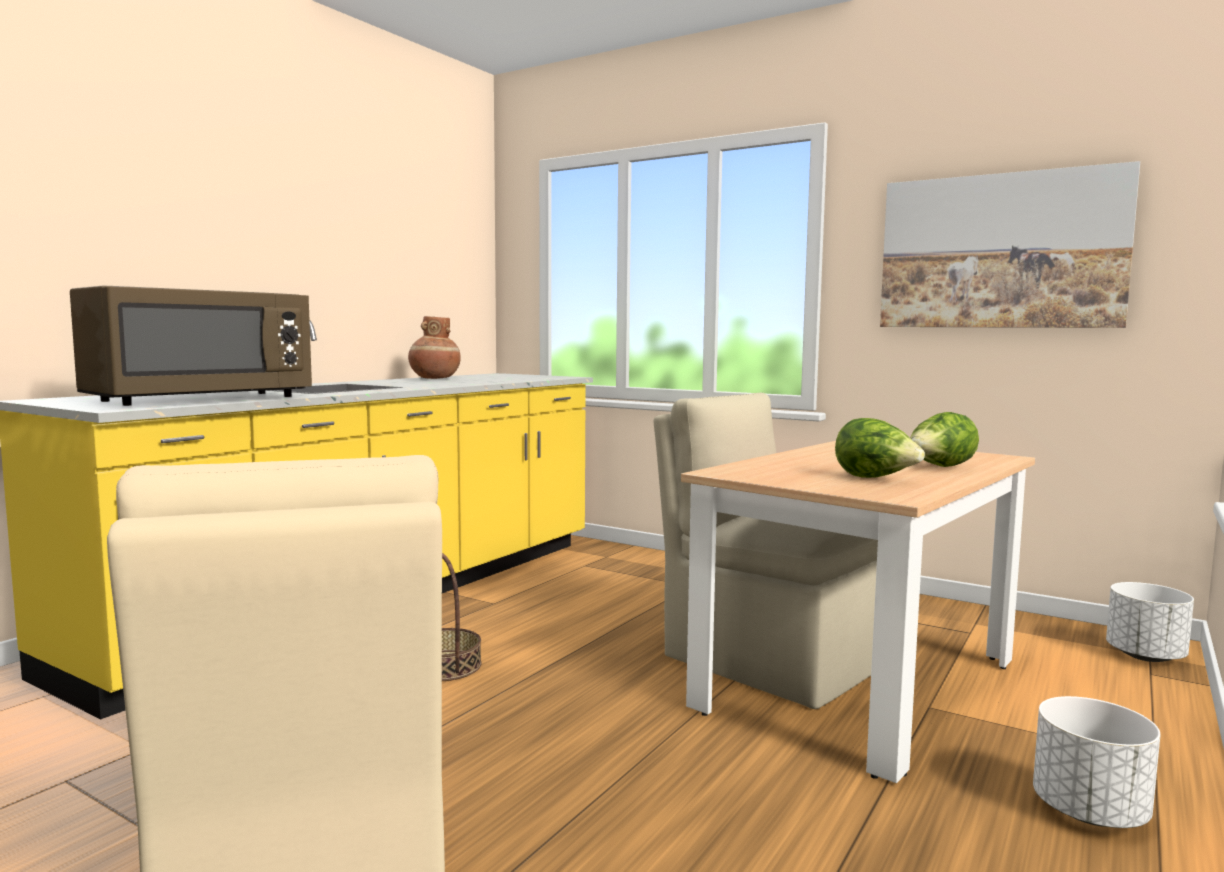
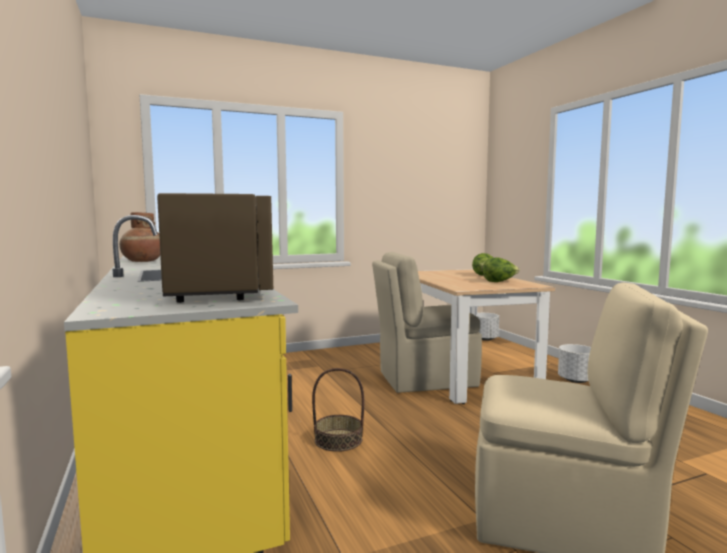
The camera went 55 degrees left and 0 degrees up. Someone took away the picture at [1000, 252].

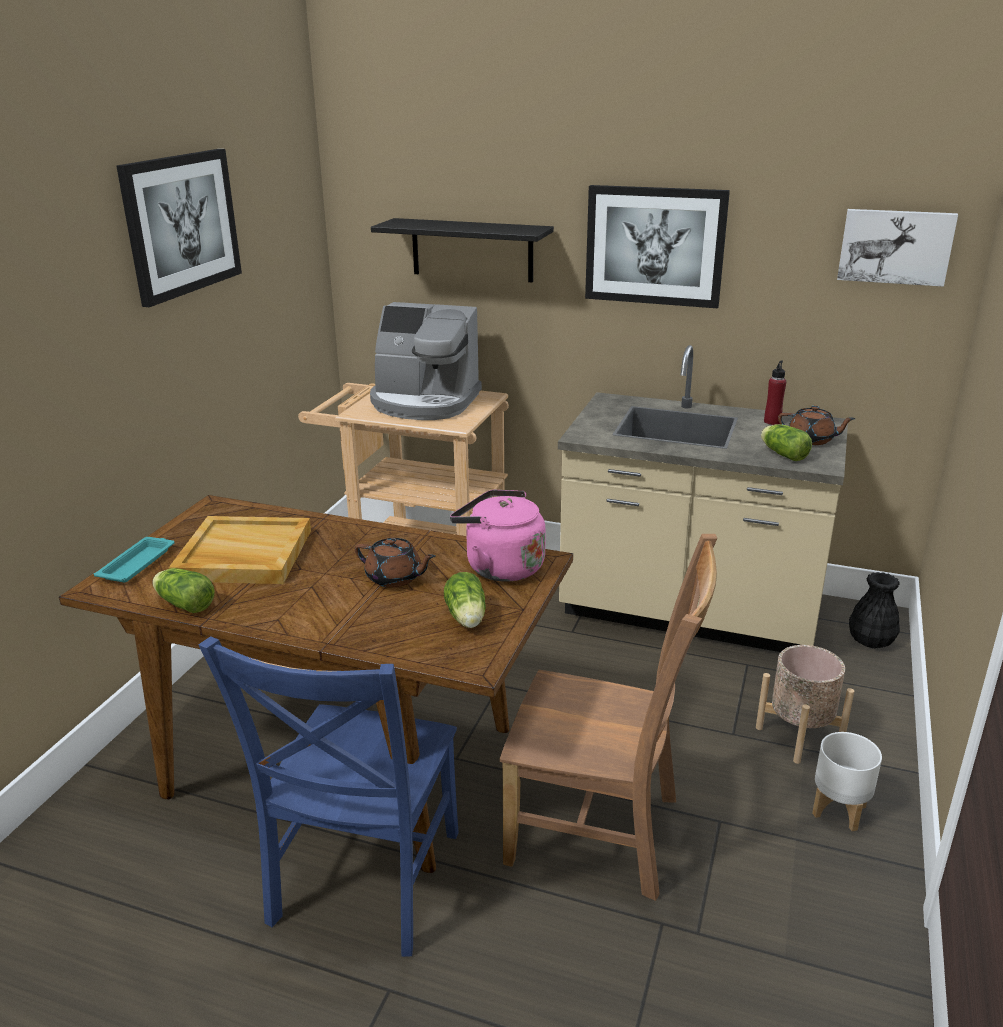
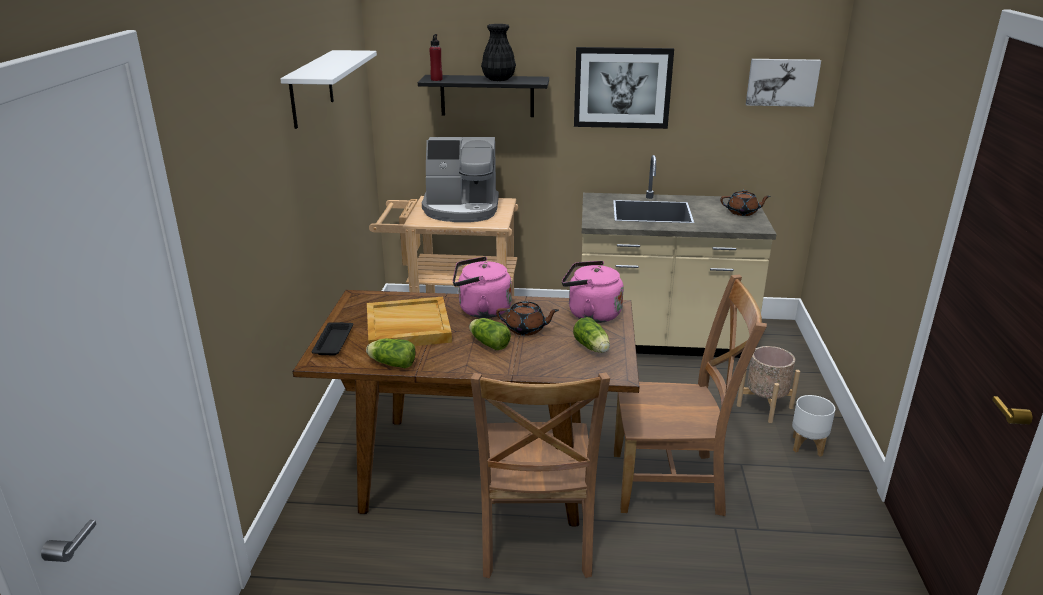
The camera went 15 degrees left and 0 degrees up. Someone swapped the picture at [181, 224] for the shelf (white) at [311, 88]. Someone carried the bottle (red) from [772, 421] to [436, 79]. Someone carried the lettuce from [782, 454] to [488, 343]. Someone repainted the tray (turquoise) at [138, 563], which became the tray (black) at [334, 342]. Someone carried the vase (black) from [871, 641] to [498, 79]. Someone repainted the chair (blue) at [363, 883], which became the chair (brown) at [535, 540]. Someone put down the kettle (pink) at [481, 310].

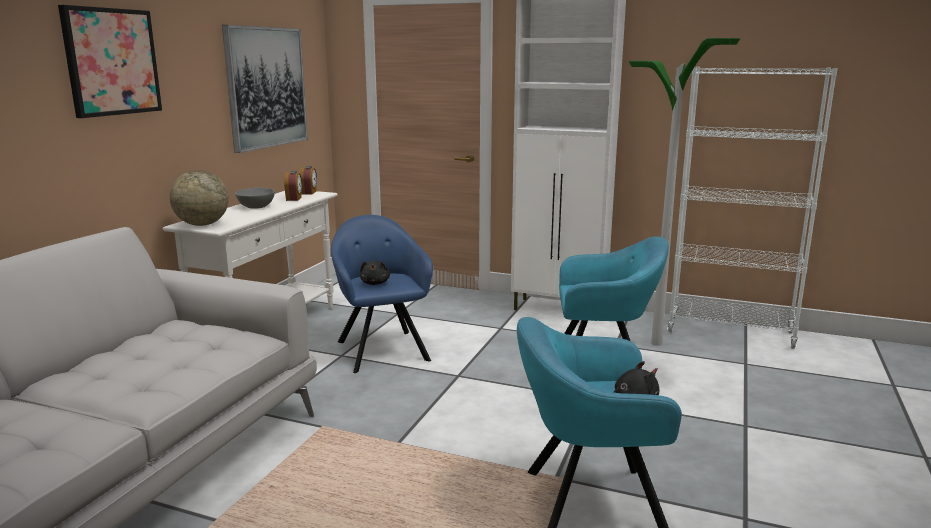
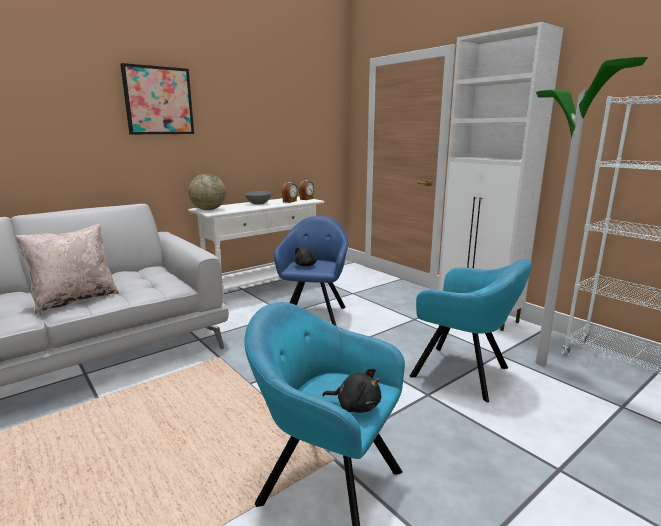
The camera went 30 degrees right and 0 degrees up. Someone took away the picture at [266, 87]. Someone put down the pillow (beige) at [75, 299].

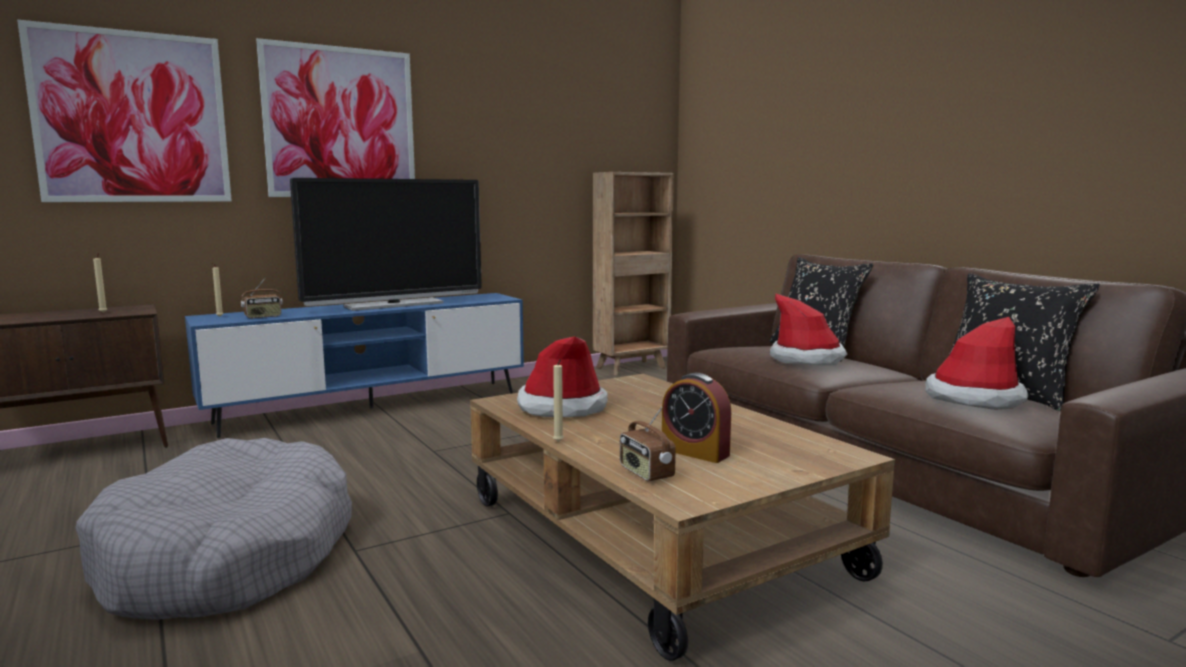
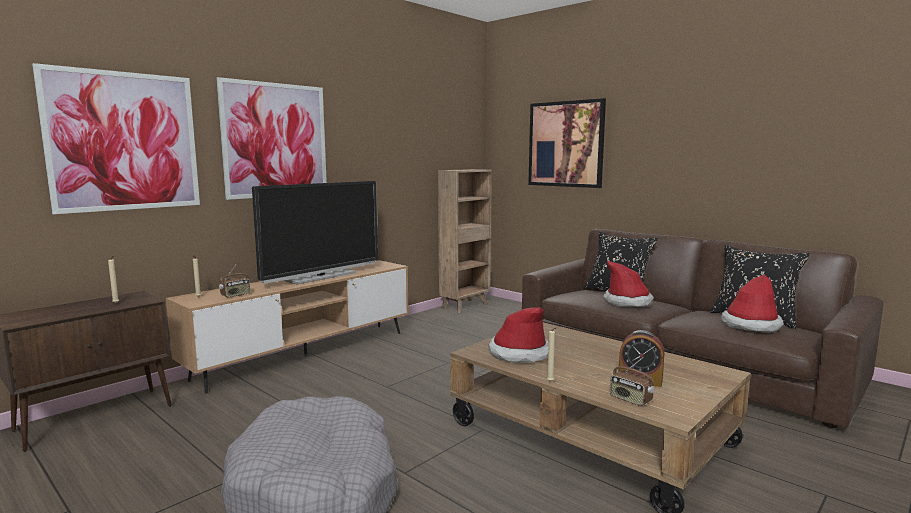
The camera went 15 degrees left and 0 degrees up. Someone repainted the tv stand (blue) at [371, 407], which became the tv stand (brown) at [306, 355]. Someone put up the picture at [565, 144].

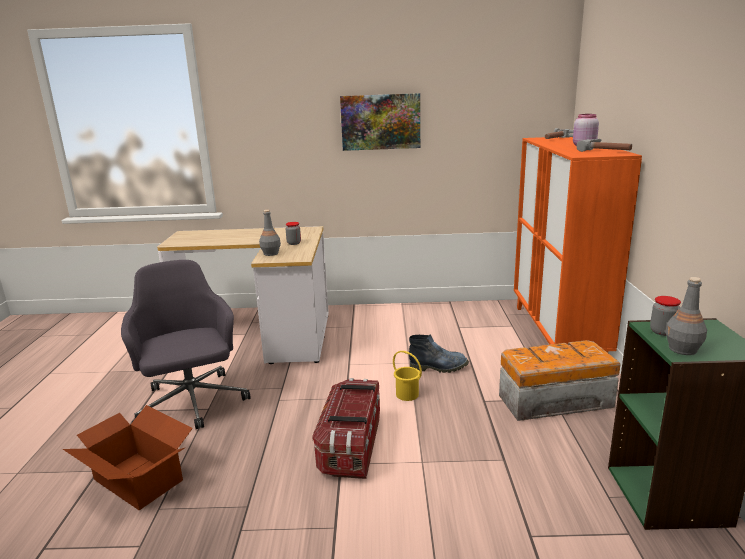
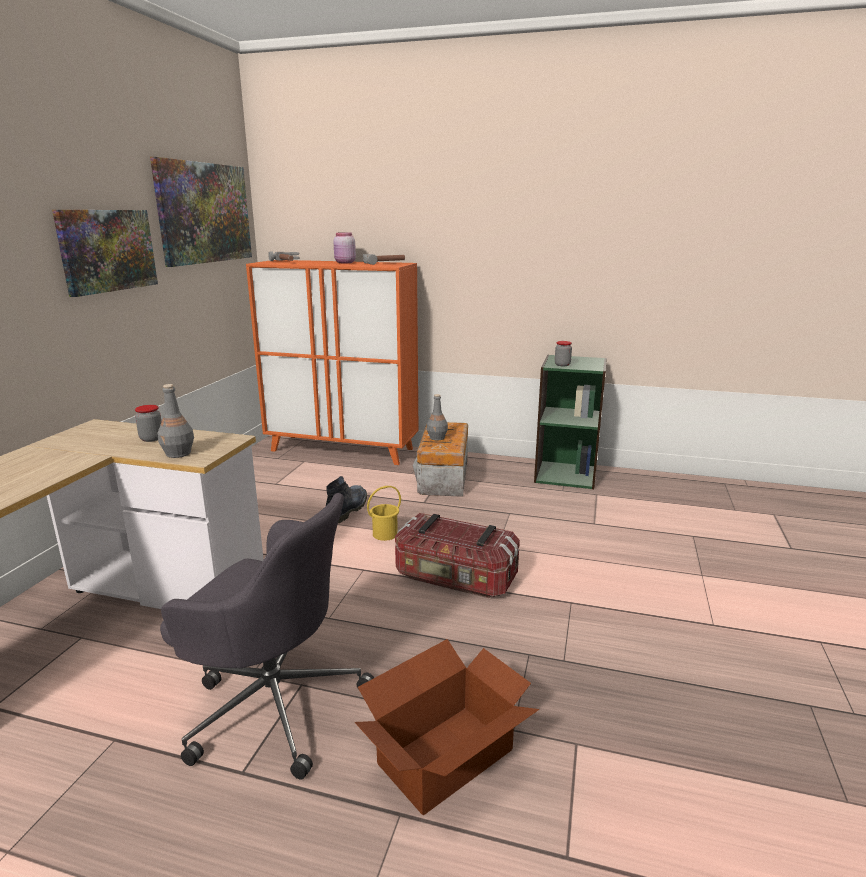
The camera went 75 degrees left and 0 degrees up. Someone rotated the office chair (grey) at [192, 404] by 150 degrees counterclockwise. Someone carried the bottle (grey) from [683, 349] to [437, 438]. Someone put up the picture at [204, 213].

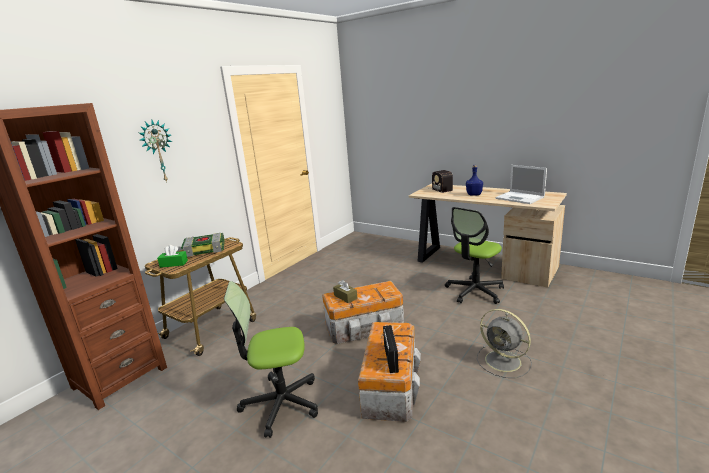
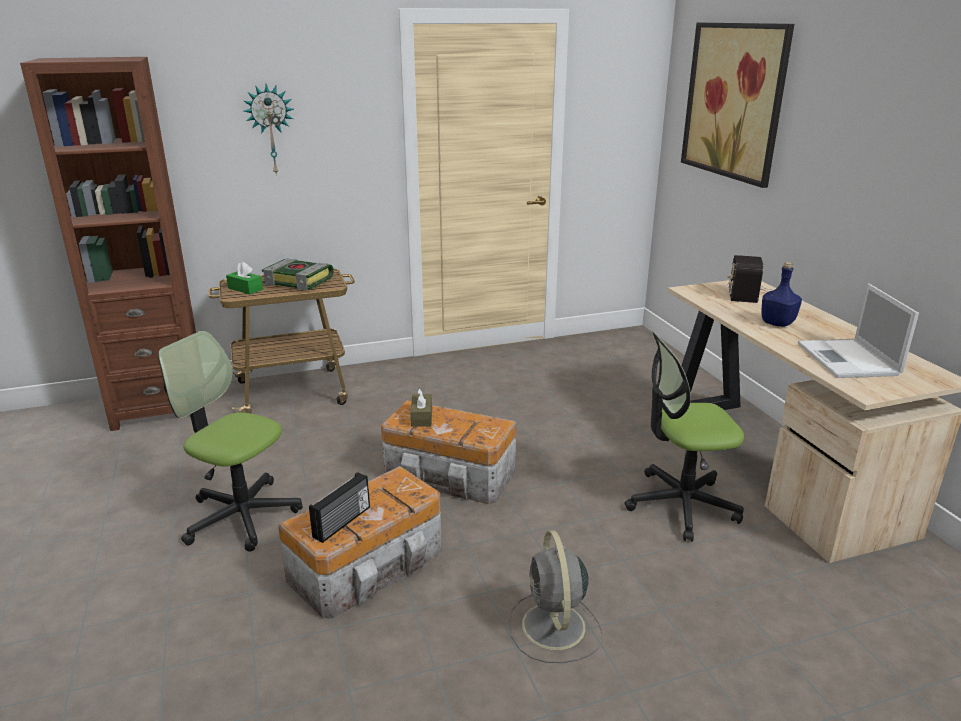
The camera went 35 degrees right and 5 degrees up. Someone put up the picture at [734, 101].

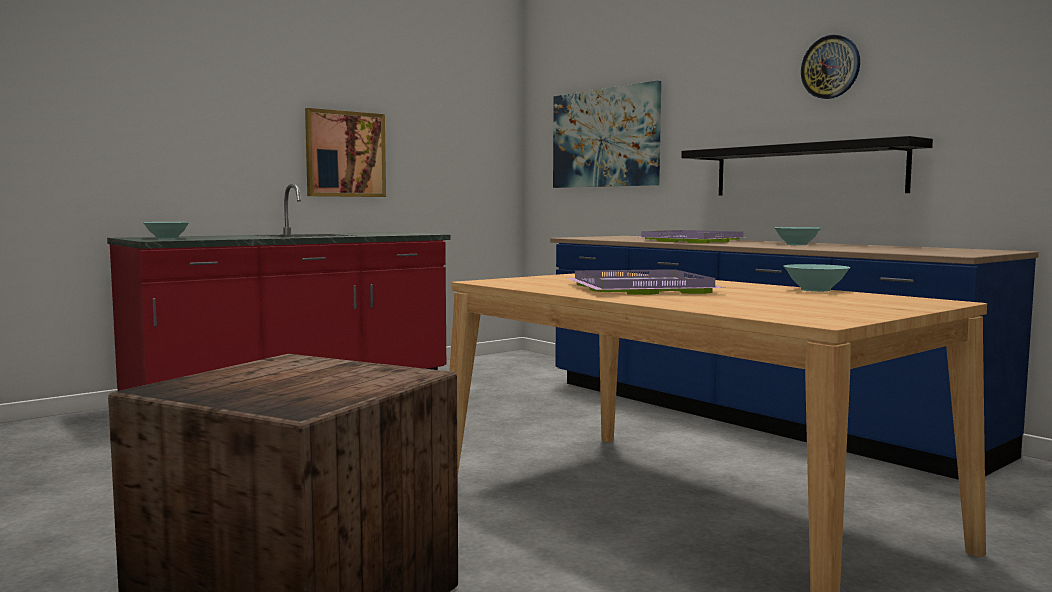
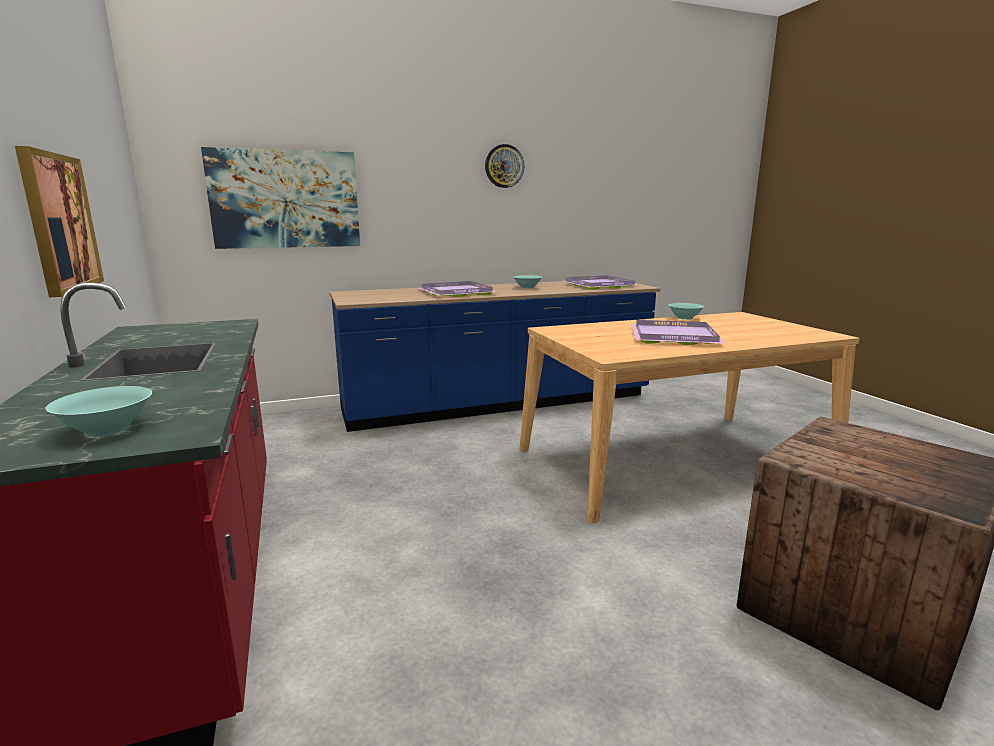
The camera went 70 degrees left and 10 degrees up. Someone took away the shelf (black) at [806, 170]. Someone put down the tray (purple) at [598, 285].

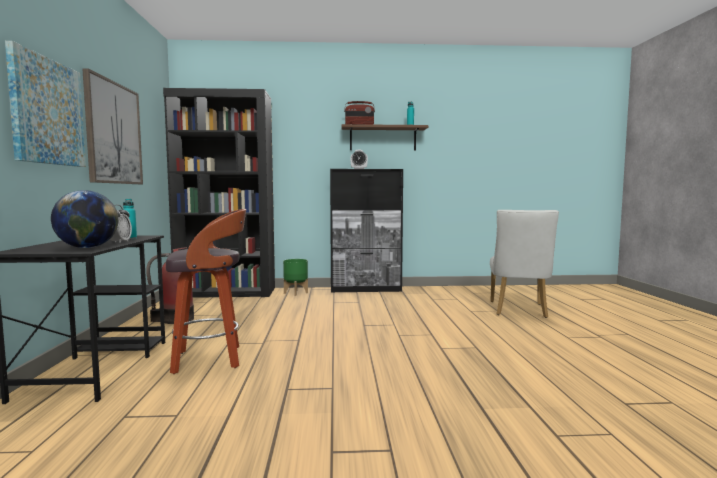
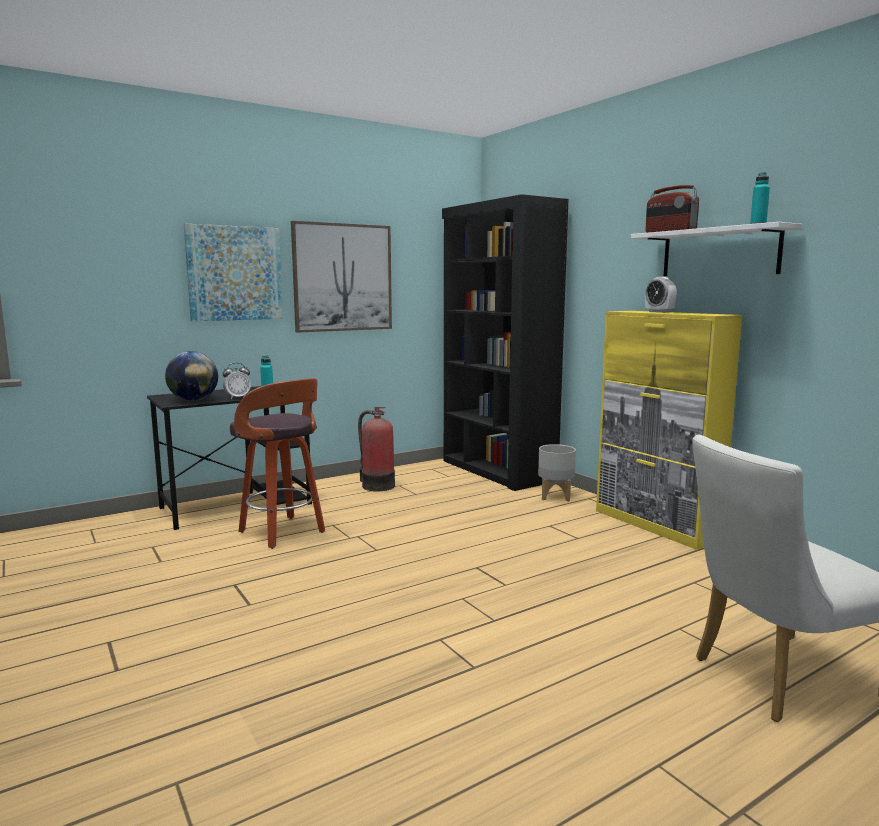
The camera went 60 degrees right and 5 degrees up. Someone repainted the shelf (brown) at [383, 139], which became the shelf (white) at [719, 252]. Someone repainted the cabinet (black) at [366, 289], which became the cabinet (yellow) at [655, 525]. Someone repainted the planter (green) at [295, 293], which became the planter (grey) at [555, 496].

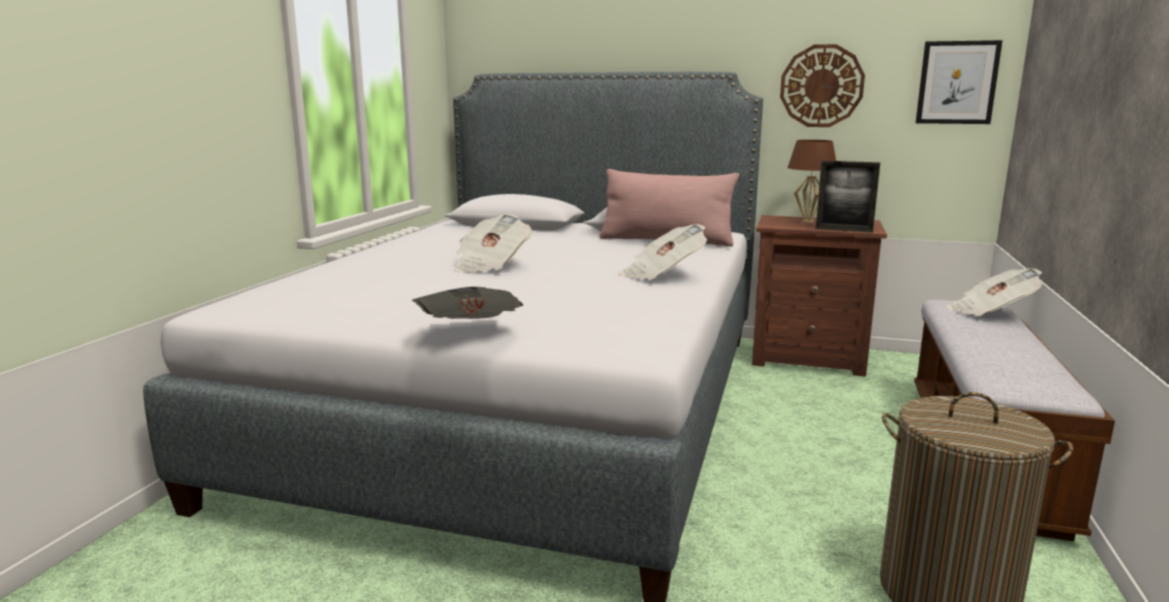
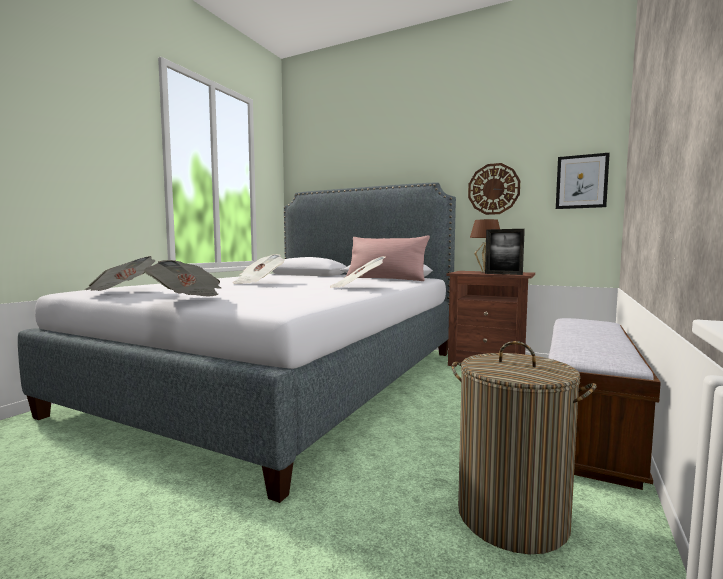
The camera went 10 degrees right and 10 degrees down. Someone carried the newspaper from [990, 312] to [122, 291].

